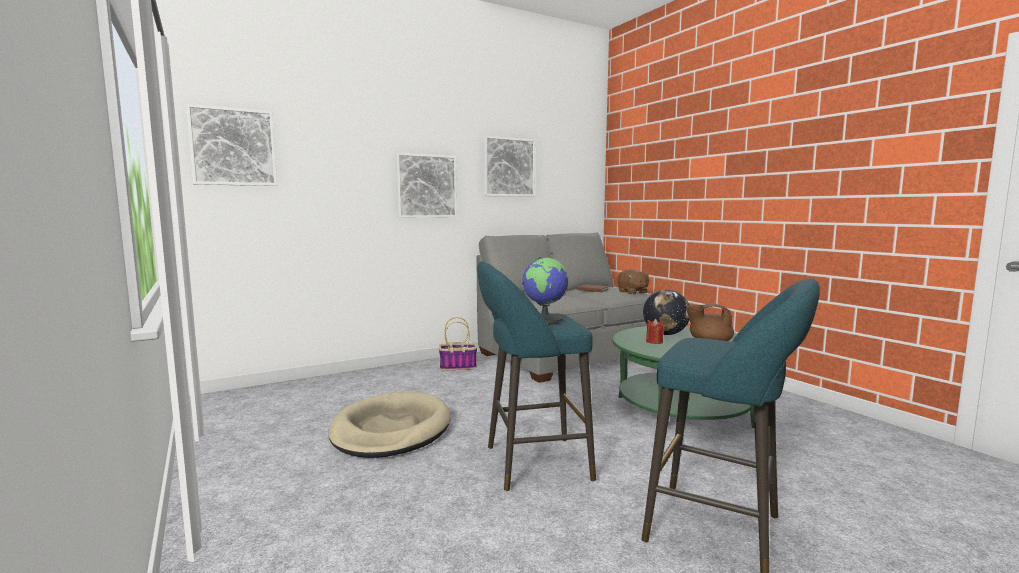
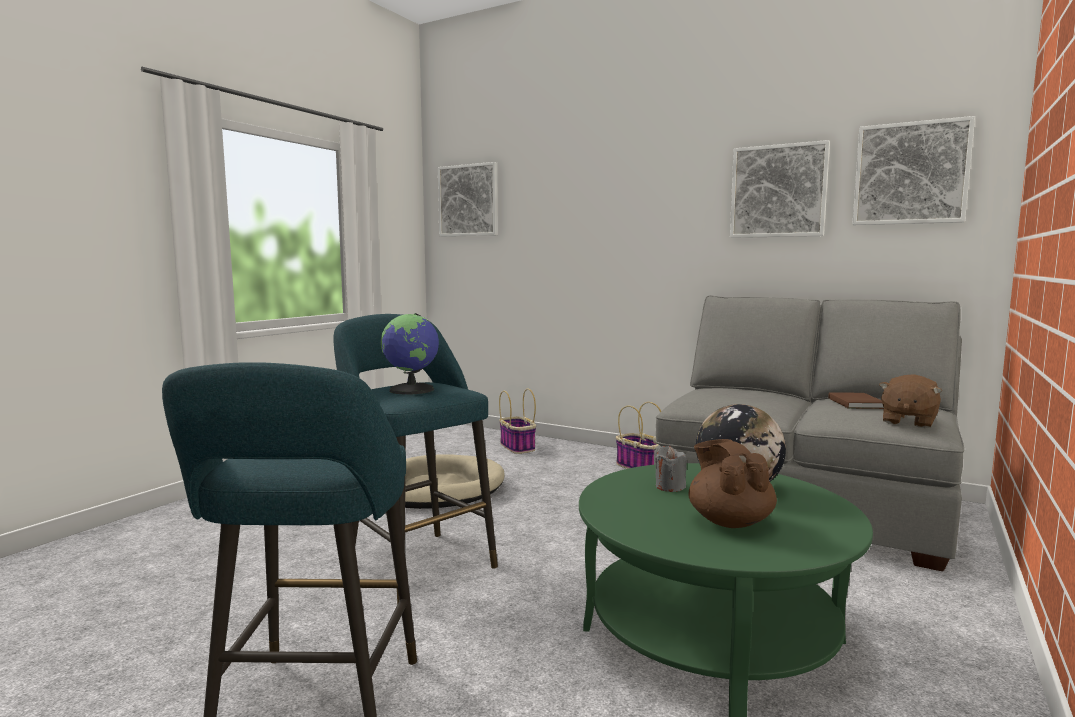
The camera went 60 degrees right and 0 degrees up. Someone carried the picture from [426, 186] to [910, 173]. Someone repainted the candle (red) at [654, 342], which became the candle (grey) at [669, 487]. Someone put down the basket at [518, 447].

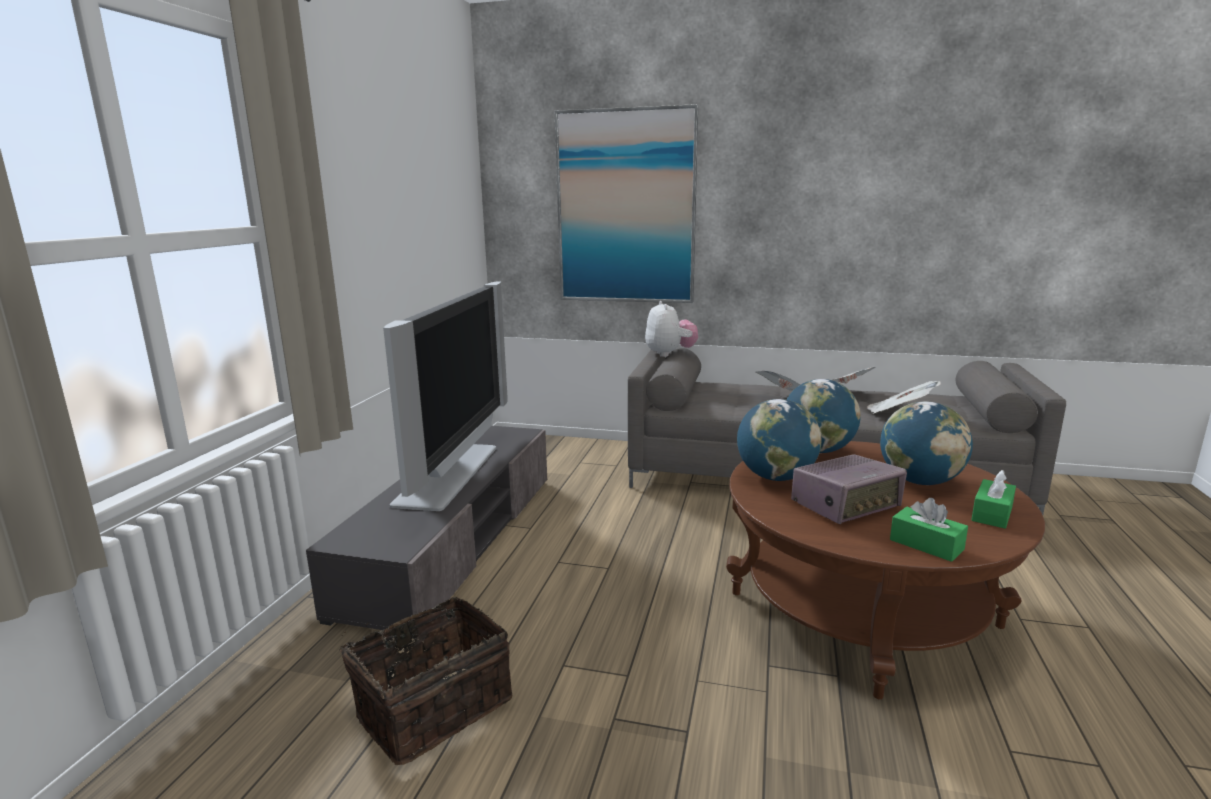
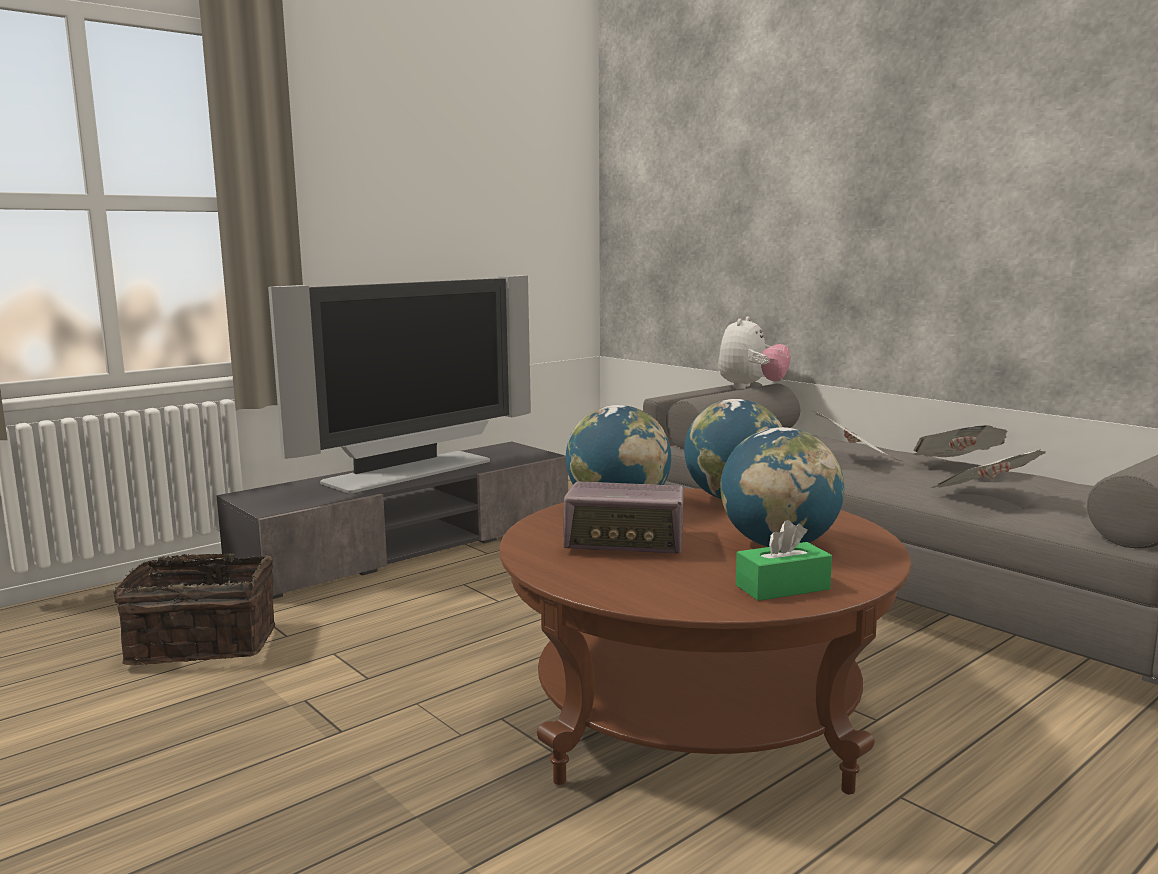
The camera went 35 degrees right and 5 degrees down. Someone took away the picture at [626, 208]. Someone took away the tissue box (green) at [926, 545].

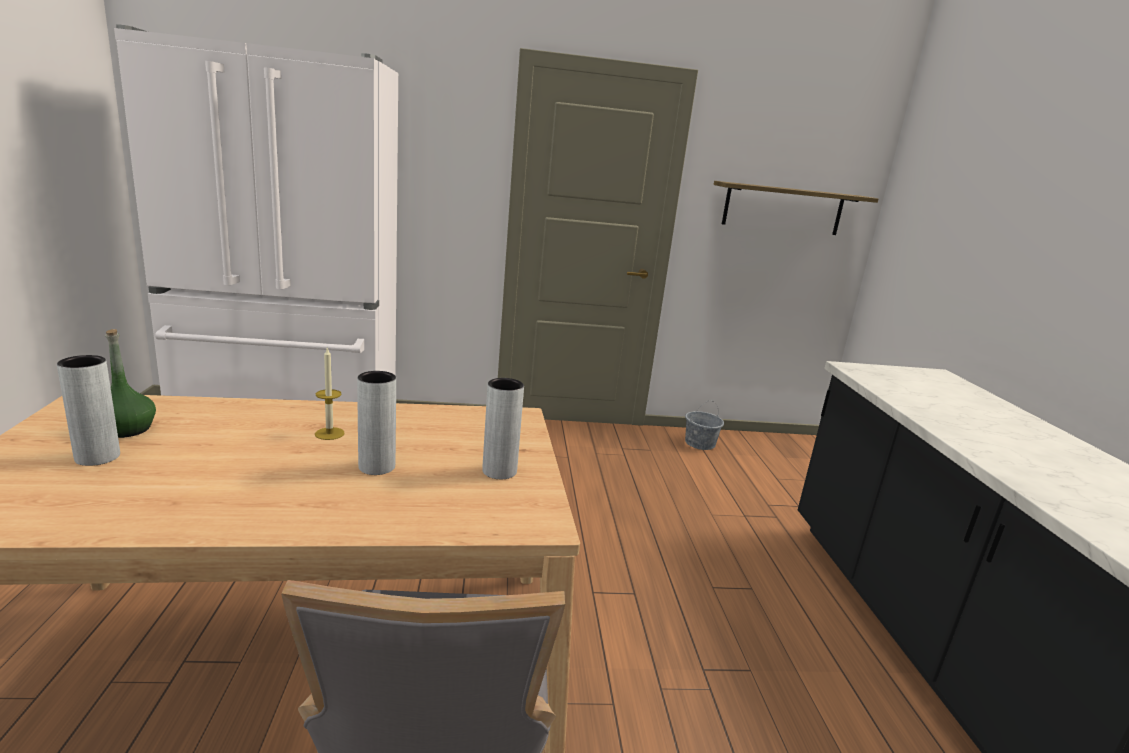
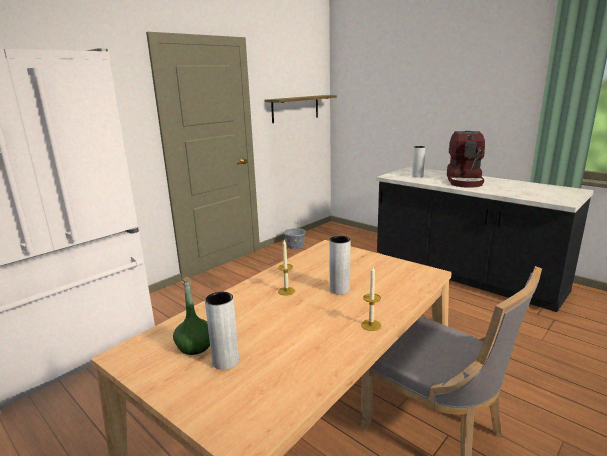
The camera went 40 degrees left and 0 degrees up. Someone carried the vase (grey) from [499, 471] to [417, 176]. Someone put down the coffee machine at [465, 181]. Someone put down the candle at [371, 325].

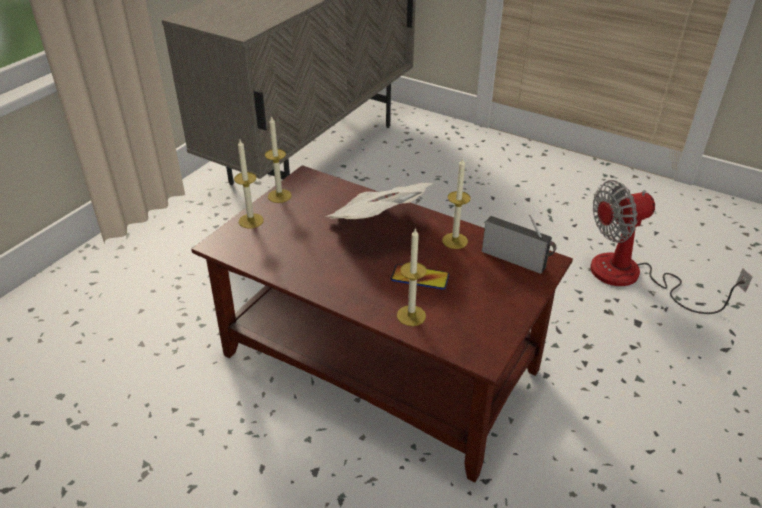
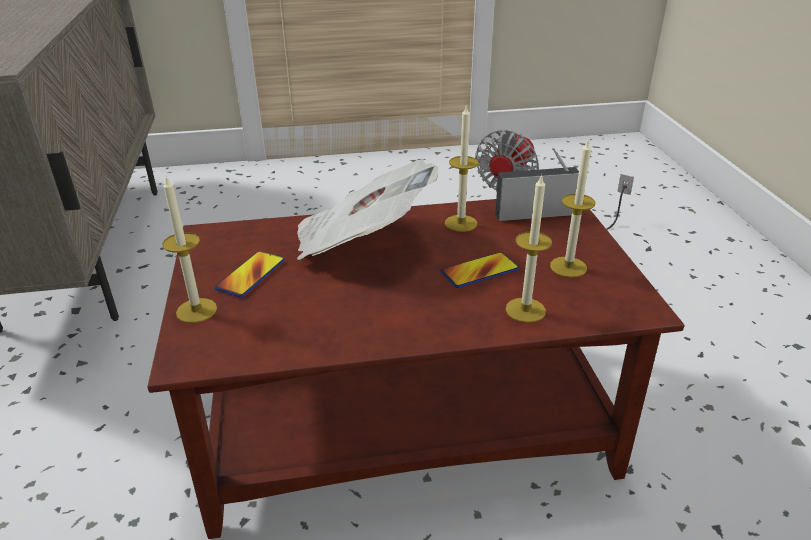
The camera went 40 degrees left and 5 degrees down. Someone carried the candle from [279, 196] to [568, 267]. Someone put down the phone at [251, 275].

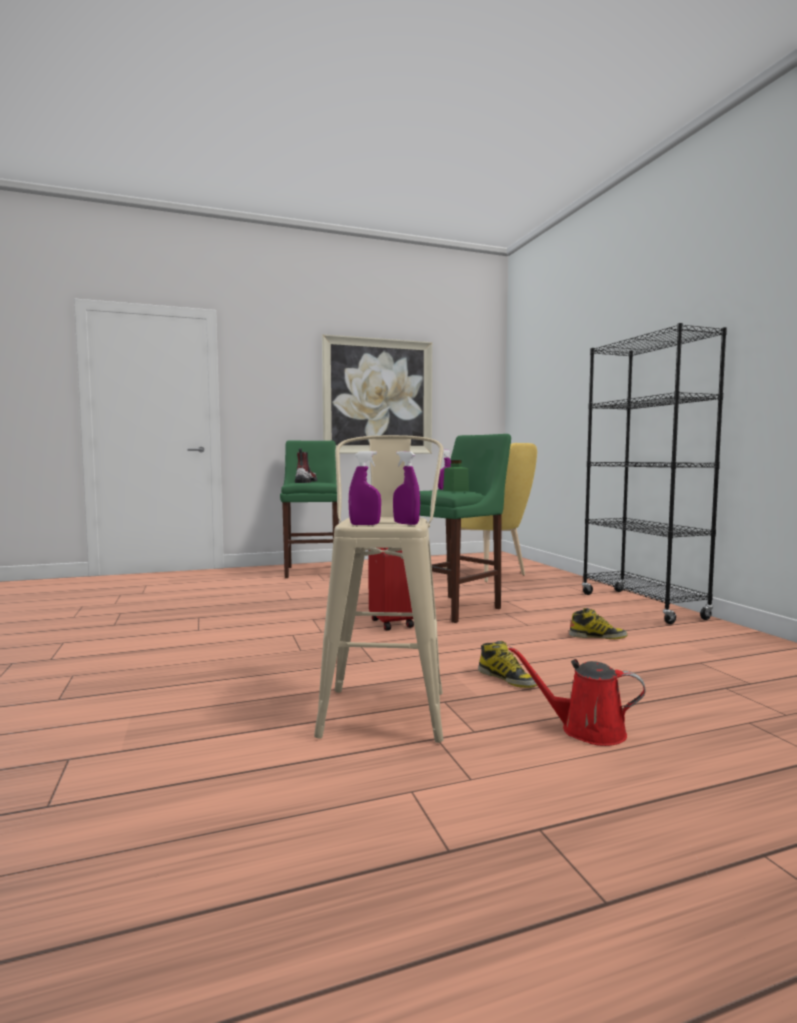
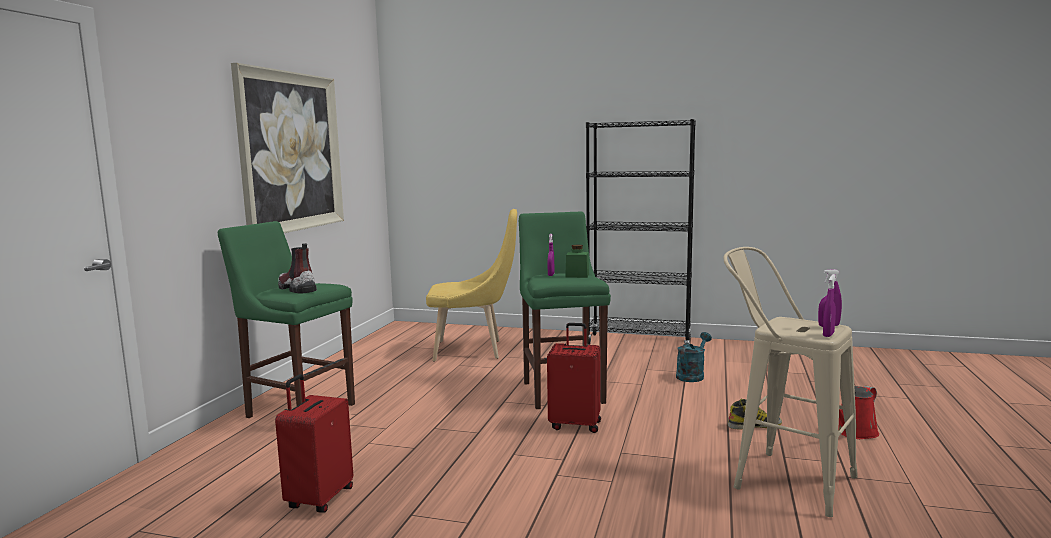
The camera went 55 degrees left and 5 degrees up. Someone swapped the boot at [597, 636] for the watering can (turquoise) at [692, 375]. Someone put down the suitcase (red) at [319, 499].

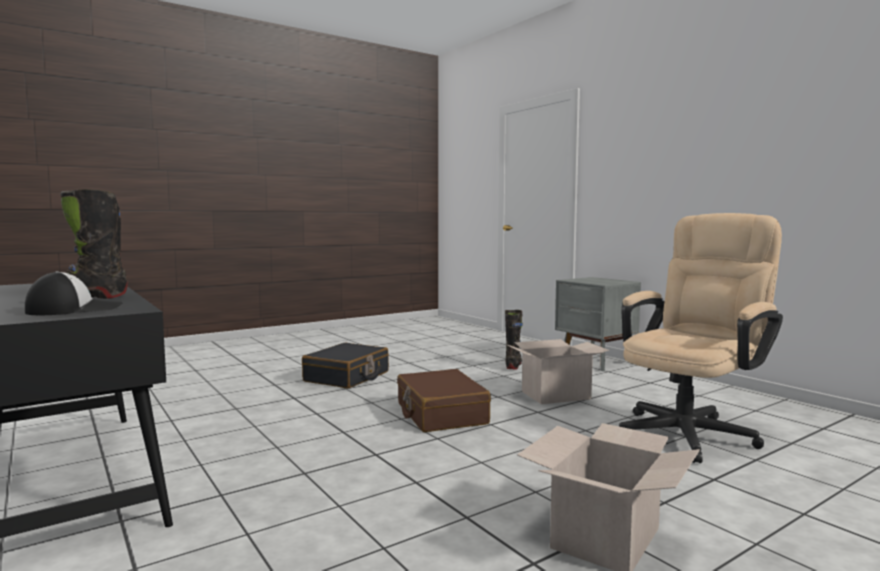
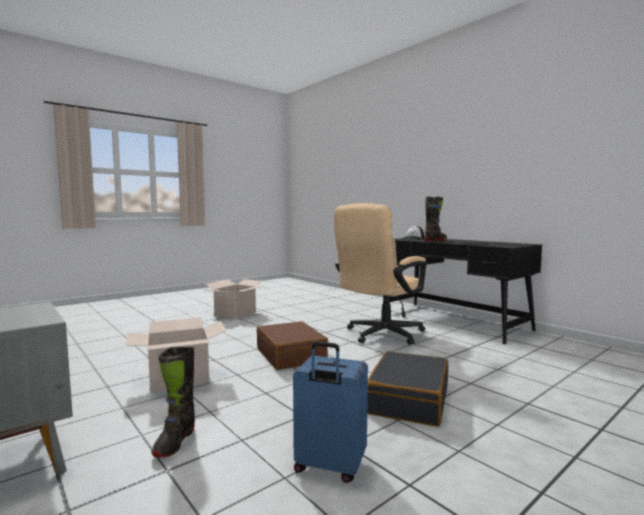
The camera went 175 degrees right and 0 degrees up. Someone carried the office chair (beige) from [691, 431] to [380, 335]. Someone put down the suitcase (blue) at [329, 467].

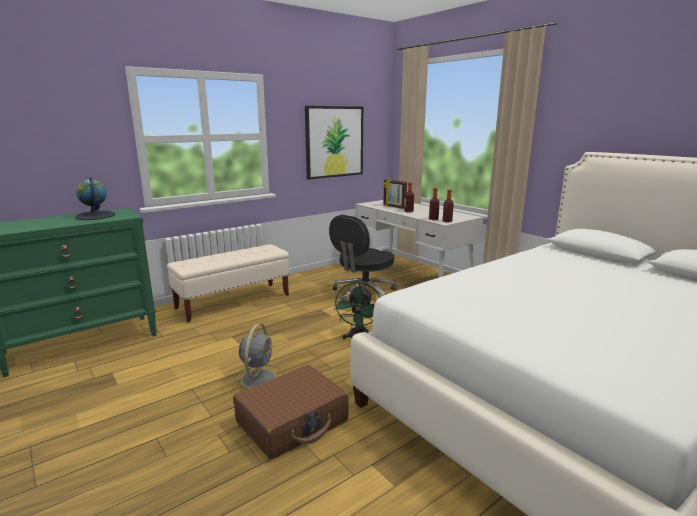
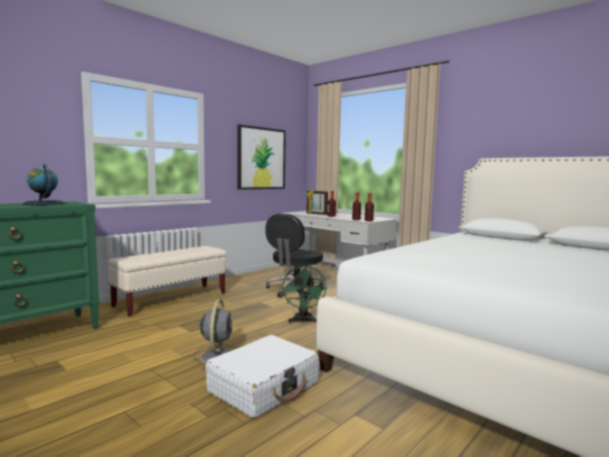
The camera went 10 degrees left and 10 degrees down. Someone repainted the suitcase (brown) at [292, 421], which became the suitcase (white) at [264, 387].

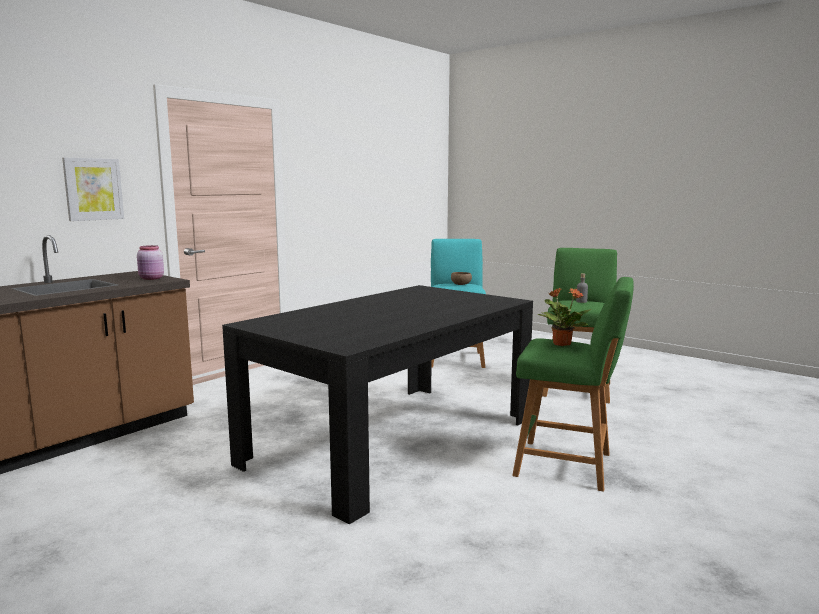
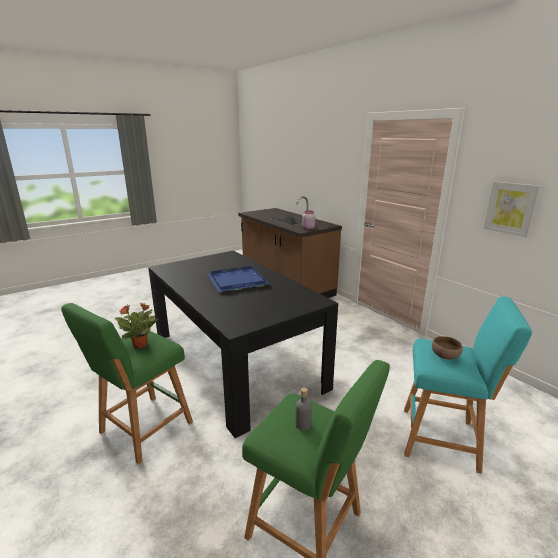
The camera went 105 degrees right and 10 degrees up. Someone carried the picture from [93, 189] to [511, 208]. Someone put down the tray (blue) at [238, 281].

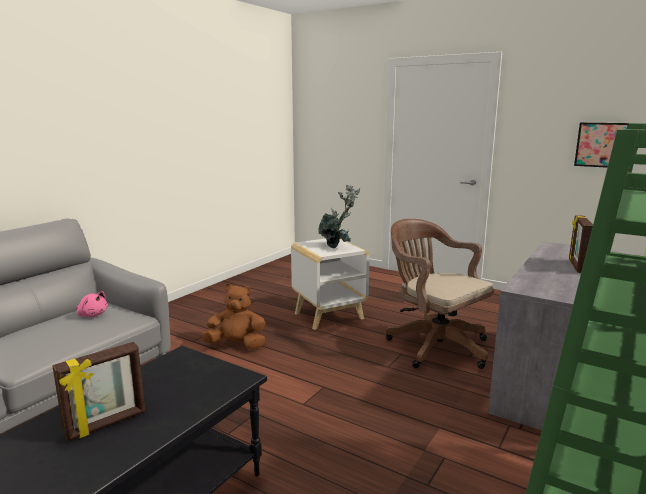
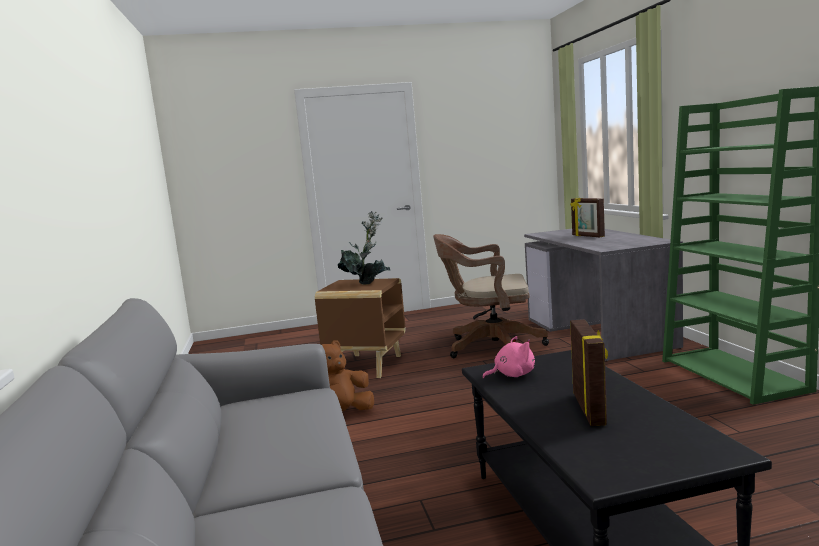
The camera went 45 degrees left and 5 degrees down. Someone took away the picture at [601, 145]. Someone repainted the side table (white) at [329, 315], which became the side table (brown) at [367, 365]. Someone carried the plush toy (pink) from [92, 315] to [512, 375].

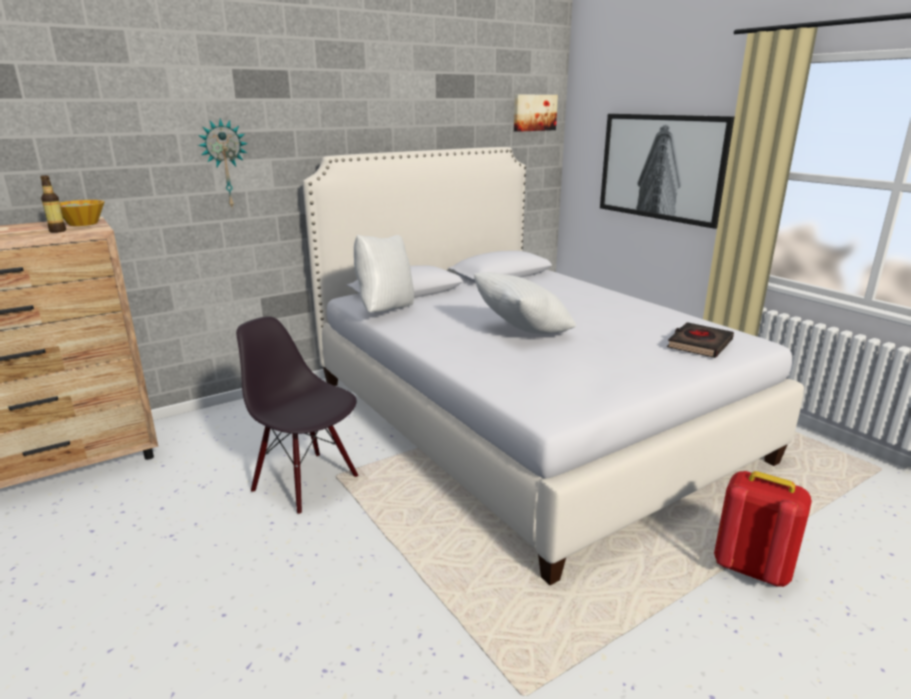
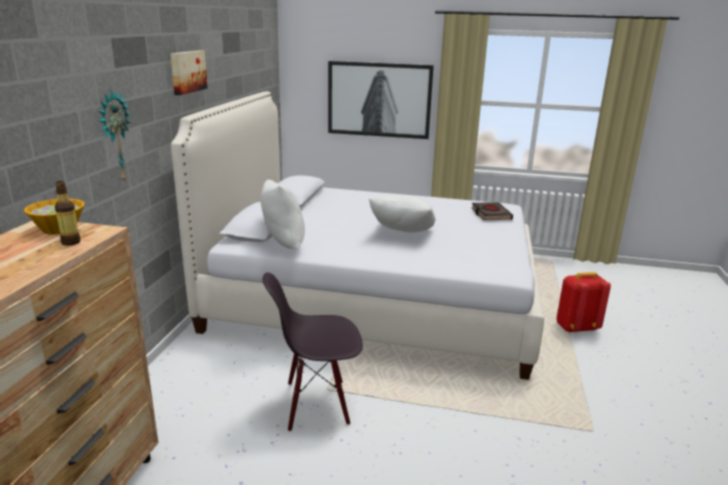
The camera went 45 degrees left and 0 degrees up. Someone carried the picture from [534, 112] to [187, 71].

